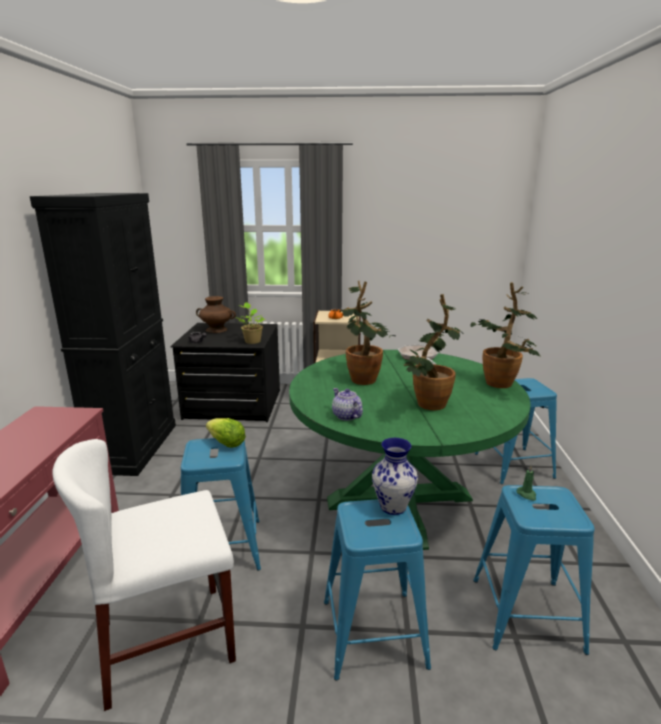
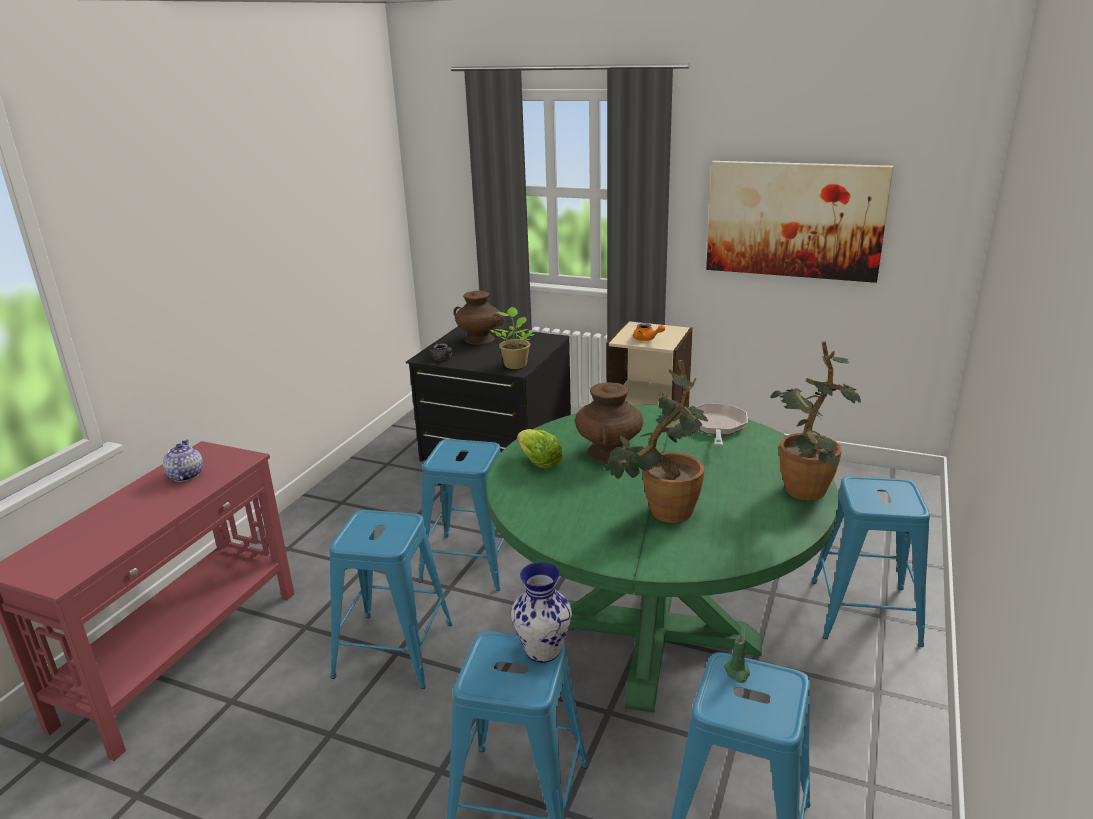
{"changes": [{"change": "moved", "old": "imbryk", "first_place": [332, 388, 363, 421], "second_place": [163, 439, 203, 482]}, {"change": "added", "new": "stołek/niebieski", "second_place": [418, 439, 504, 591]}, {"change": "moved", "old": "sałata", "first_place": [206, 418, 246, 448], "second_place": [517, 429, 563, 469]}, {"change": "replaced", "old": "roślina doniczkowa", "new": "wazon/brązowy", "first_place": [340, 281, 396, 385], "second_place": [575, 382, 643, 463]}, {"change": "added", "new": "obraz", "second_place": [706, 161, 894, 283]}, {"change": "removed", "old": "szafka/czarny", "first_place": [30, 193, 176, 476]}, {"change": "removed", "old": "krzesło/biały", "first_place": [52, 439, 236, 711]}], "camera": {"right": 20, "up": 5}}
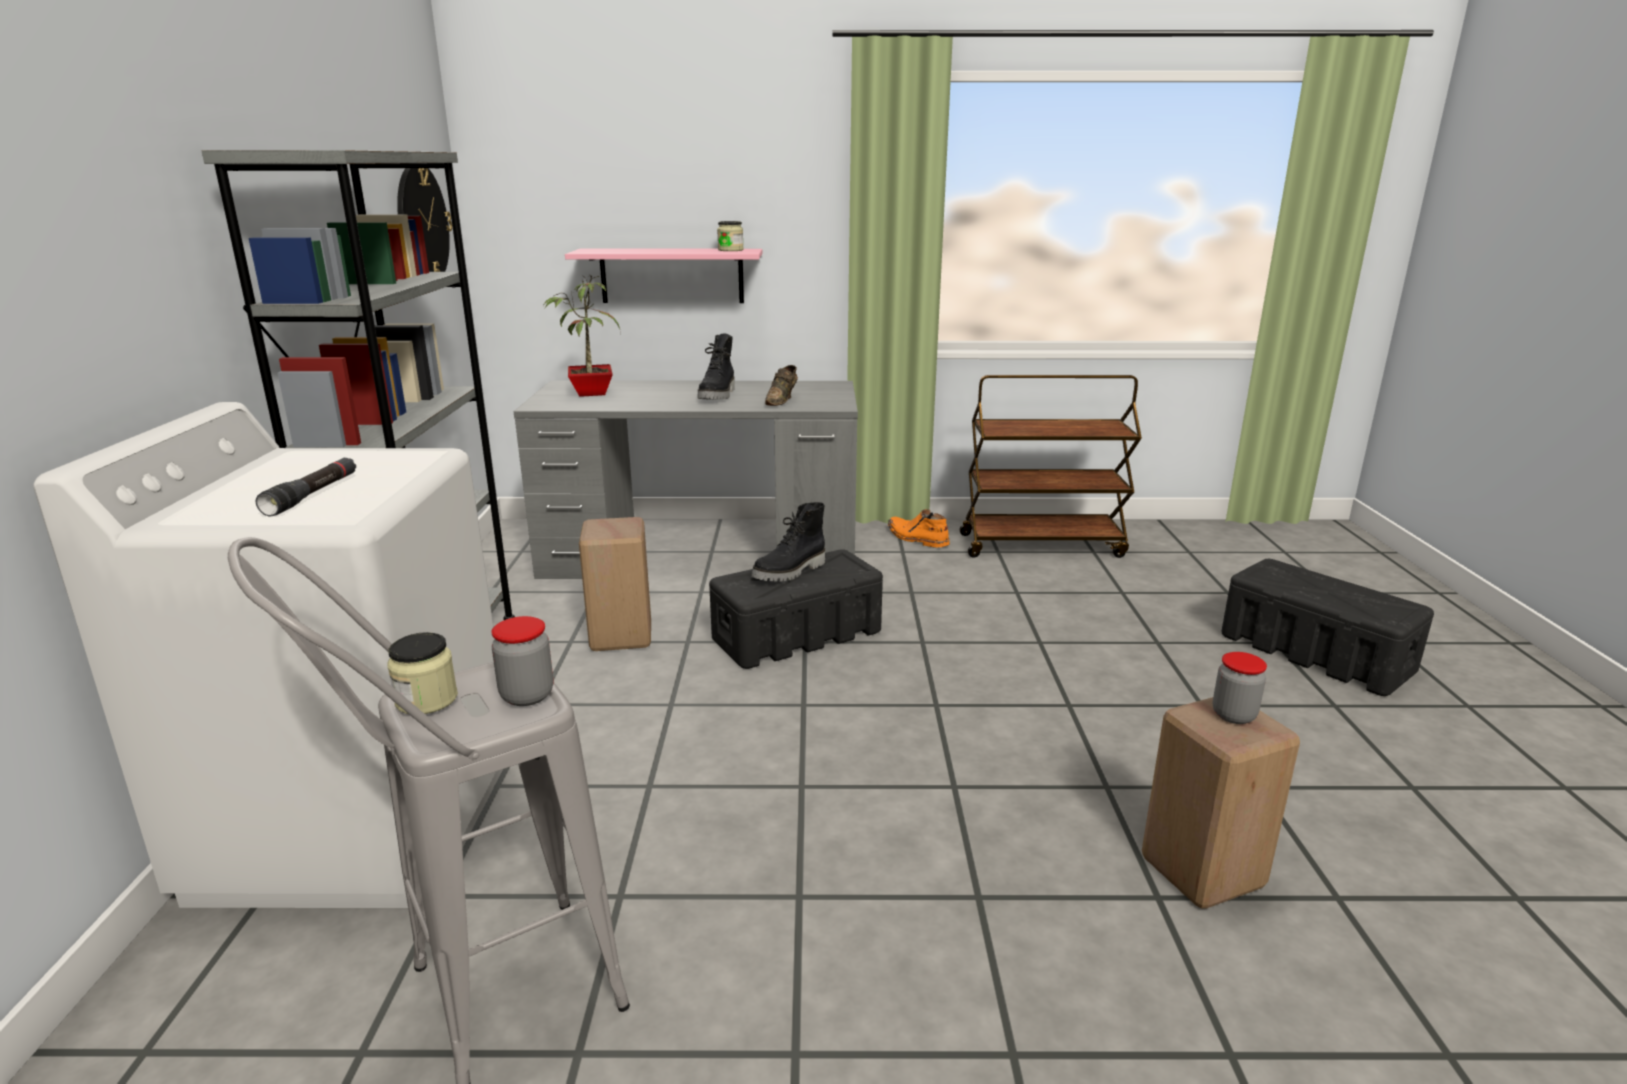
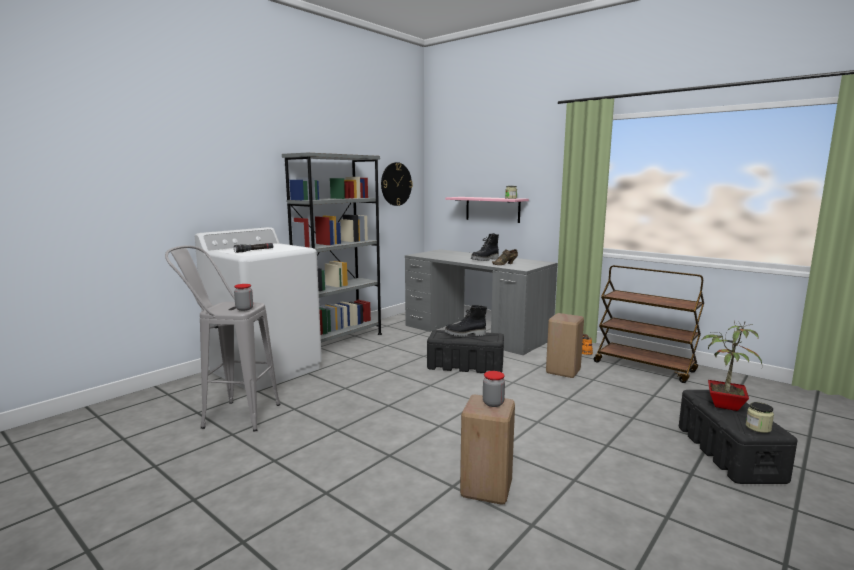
{"changes": [{"change": "moved", "old": "stołek/beżowy", "first_place": [579, 517, 651, 651], "second_place": [546, 313, 584, 378]}, {"change": "moved", "old": "roślina doniczkowa", "first_place": [543, 274, 620, 397], "second_place": [701, 321, 762, 411]}, {"change": "moved", "old": "słoik", "first_place": [387, 632, 458, 714], "second_place": [746, 402, 774, 433]}], "camera": {"right": 40, "up": -10}}
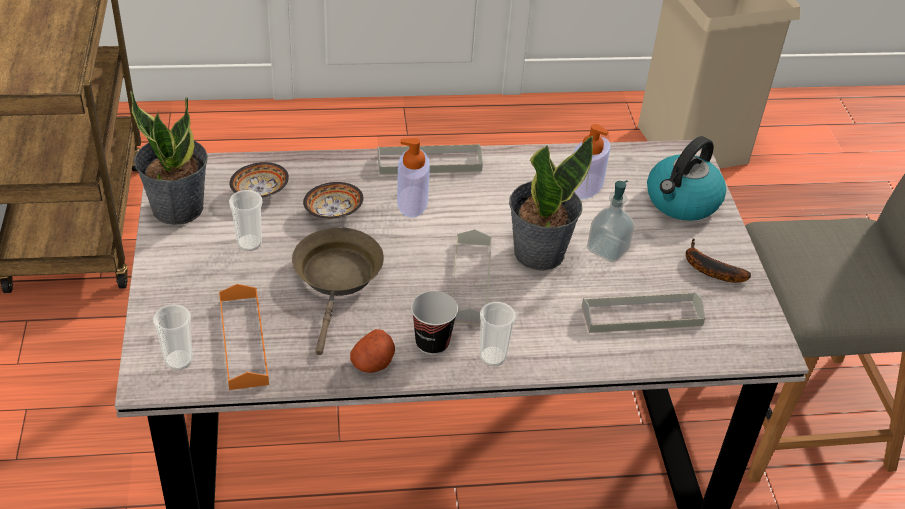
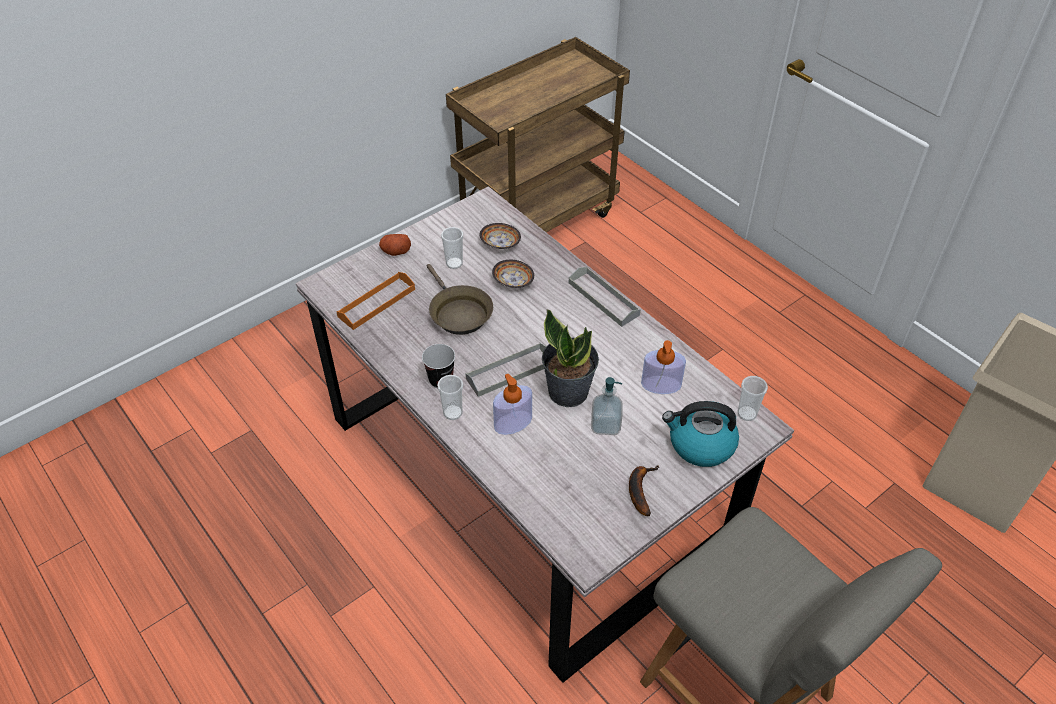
{"changes": [{"change": "moved", "old": "ziemniak", "first_place": [350, 329, 395, 373], "second_place": [379, 234, 411, 256]}, {"change": "turned", "old": "patelnia/brązowy", "first_place": [292, 227, 384, 355], "second_place": [427, 264, 493, 335], "degrees": 90}, {"change": "moved", "old": "dozownik mydła", "first_place": [397, 138, 430, 218], "second_place": [493, 374, 532, 435]}, {"change": "moved", "old": "filiżanka", "first_place": [153, 304, 193, 370], "second_place": [737, 376, 768, 421]}, {"change": "removed", "old": "roślina doniczkowa", "first_place": [130, 92, 208, 225]}, {"change": "removed", "old": "taca/szary", "first_place": [581, 292, 706, 333]}], "camera": {"right": 60, "up": 5}}
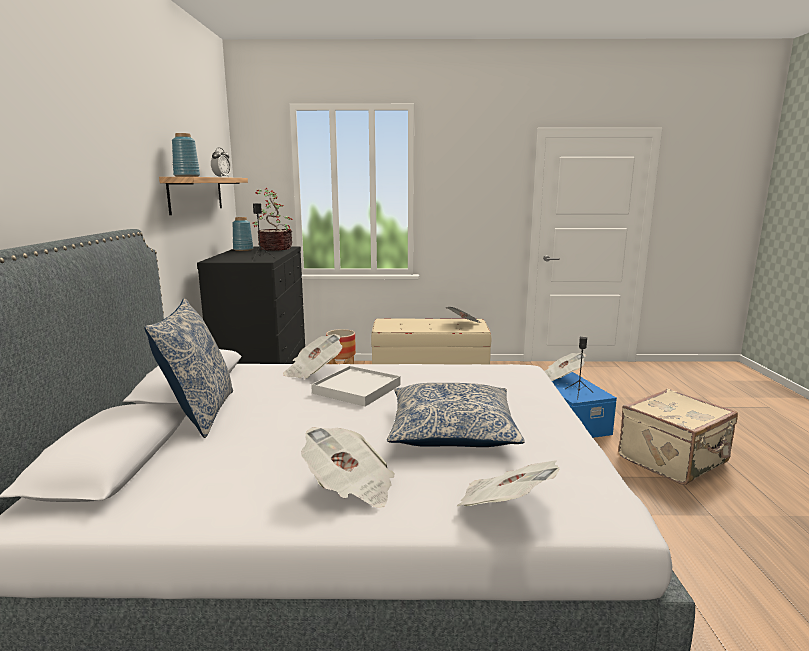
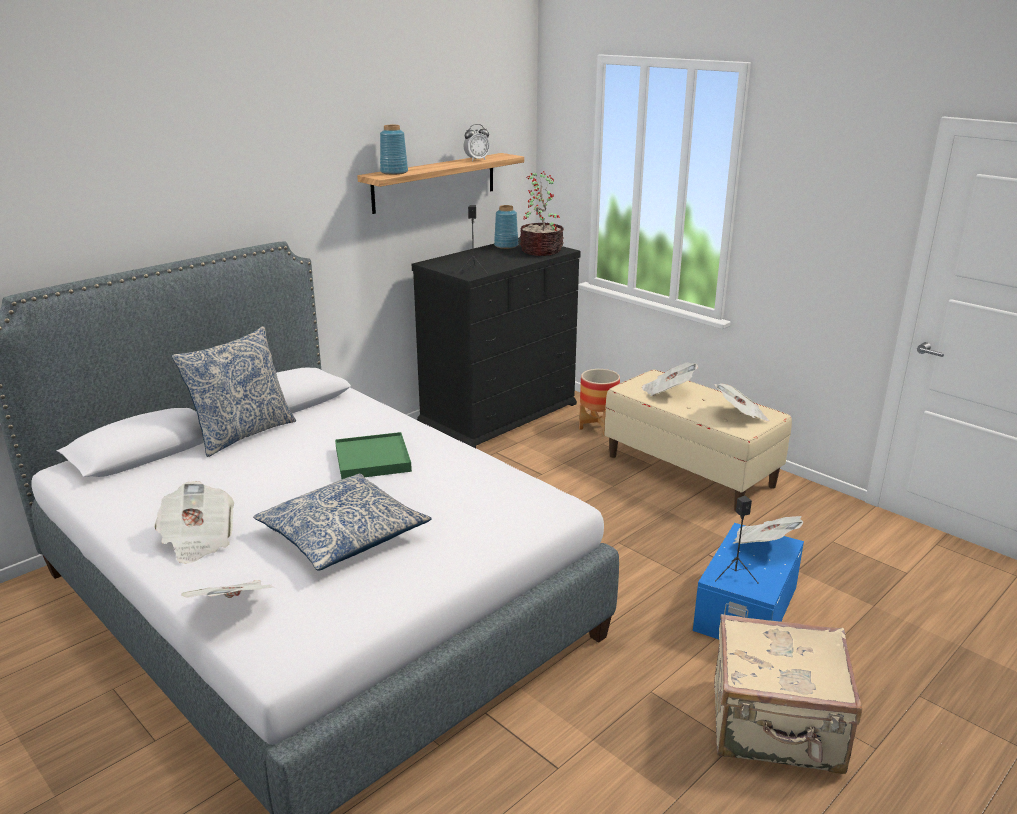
{"changes": [{"change": "recoloured", "old": "taca/biały", "new": "taca/zielony", "first_place": [311, 366, 400, 407], "second_place": [335, 432, 412, 480]}, {"change": "moved", "old": "gazeta", "first_place": [283, 334, 342, 379], "second_place": [641, 362, 698, 396]}], "camera": {"right": 45, "up": 10}}
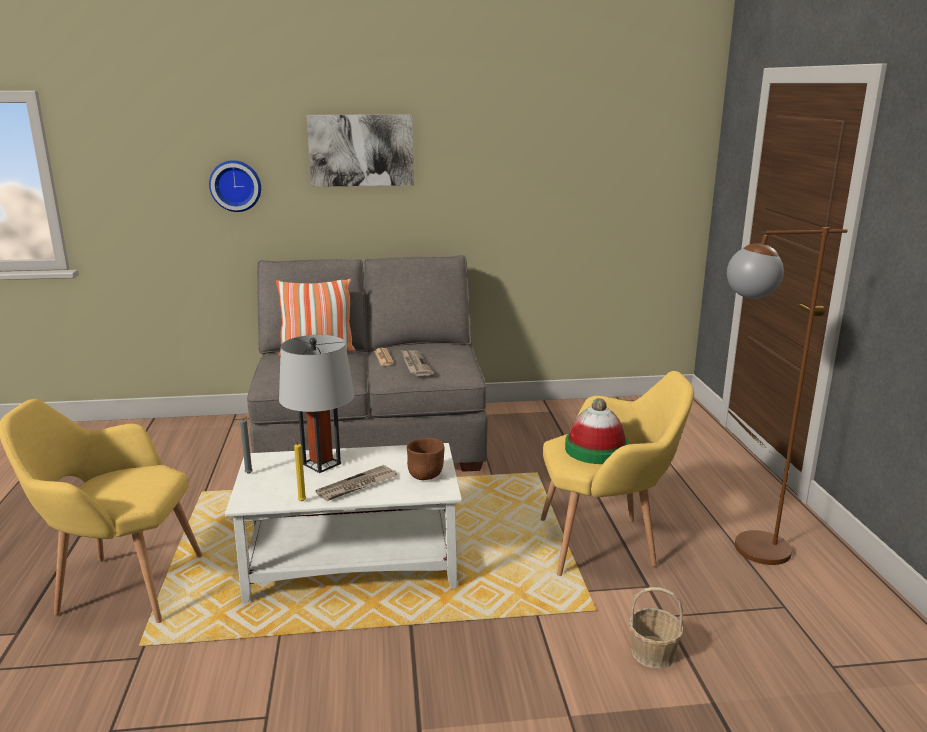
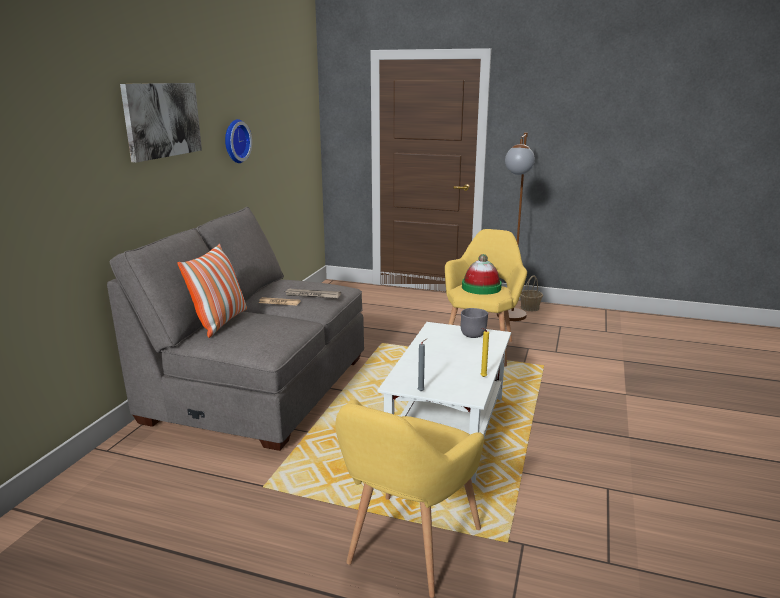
{"changes": [{"change": "moved", "old": "zegar ścienny", "first_place": [209, 160, 261, 212], "second_place": [225, 119, 252, 163]}, {"change": "recoloured", "old": "miska/brązowy", "new": "miska/szary", "first_place": [407, 438, 444, 480], "second_place": [461, 308, 488, 338]}, {"change": "moved", "old": "koszyk", "first_place": [629, 587, 684, 669], "second_place": [520, 275, 543, 311]}, {"change": "removed", "old": "lampa stołowa/szary", "first_place": [279, 335, 354, 473]}, {"change": "removed", "old": "gazeta", "first_place": [316, 465, 397, 501]}], "camera": {"right": -65, "up": 0}}
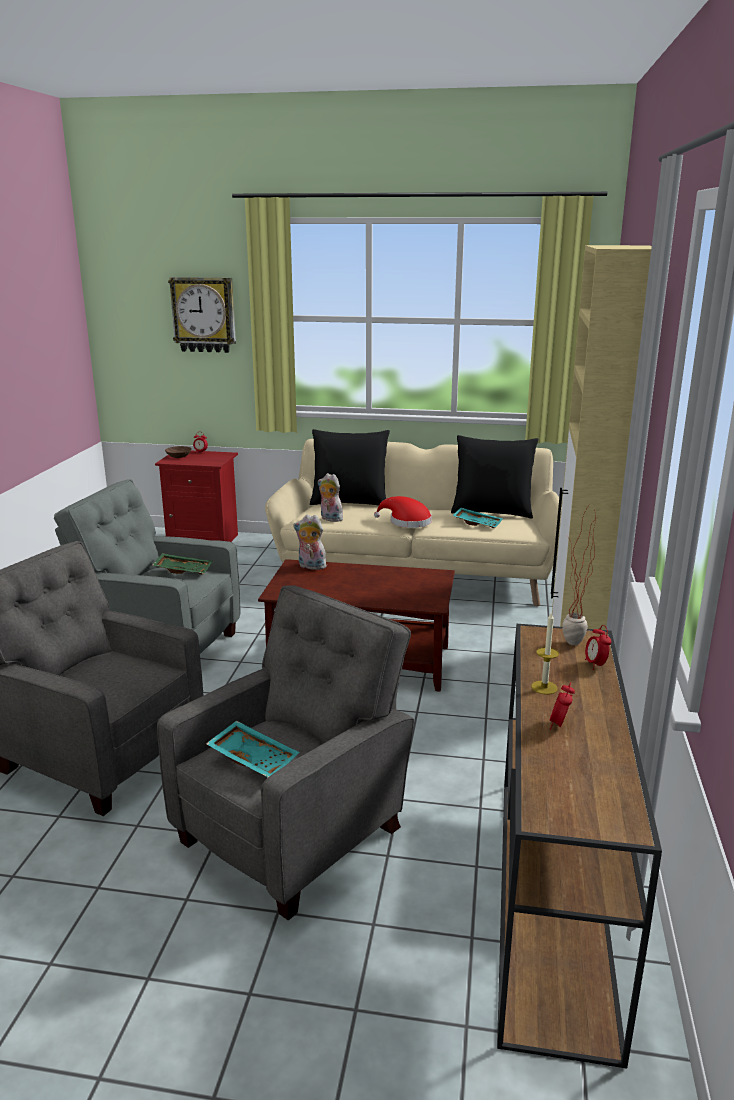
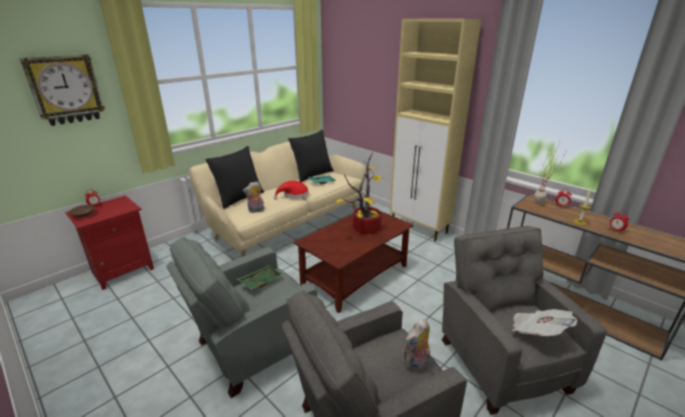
{"changes": [{"change": "added", "new": "roślina doniczkowa", "second_place": [336, 153, 385, 234]}, {"change": "moved", "old": "pluszak", "first_place": [293, 514, 327, 570], "second_place": [404, 319, 430, 372]}, {"change": "replaced", "old": "taca/turkusowy", "new": "gazeta", "first_place": [206, 721, 300, 777], "second_place": [512, 309, 577, 336]}], "camera": {"right": -55, "up": 5}}
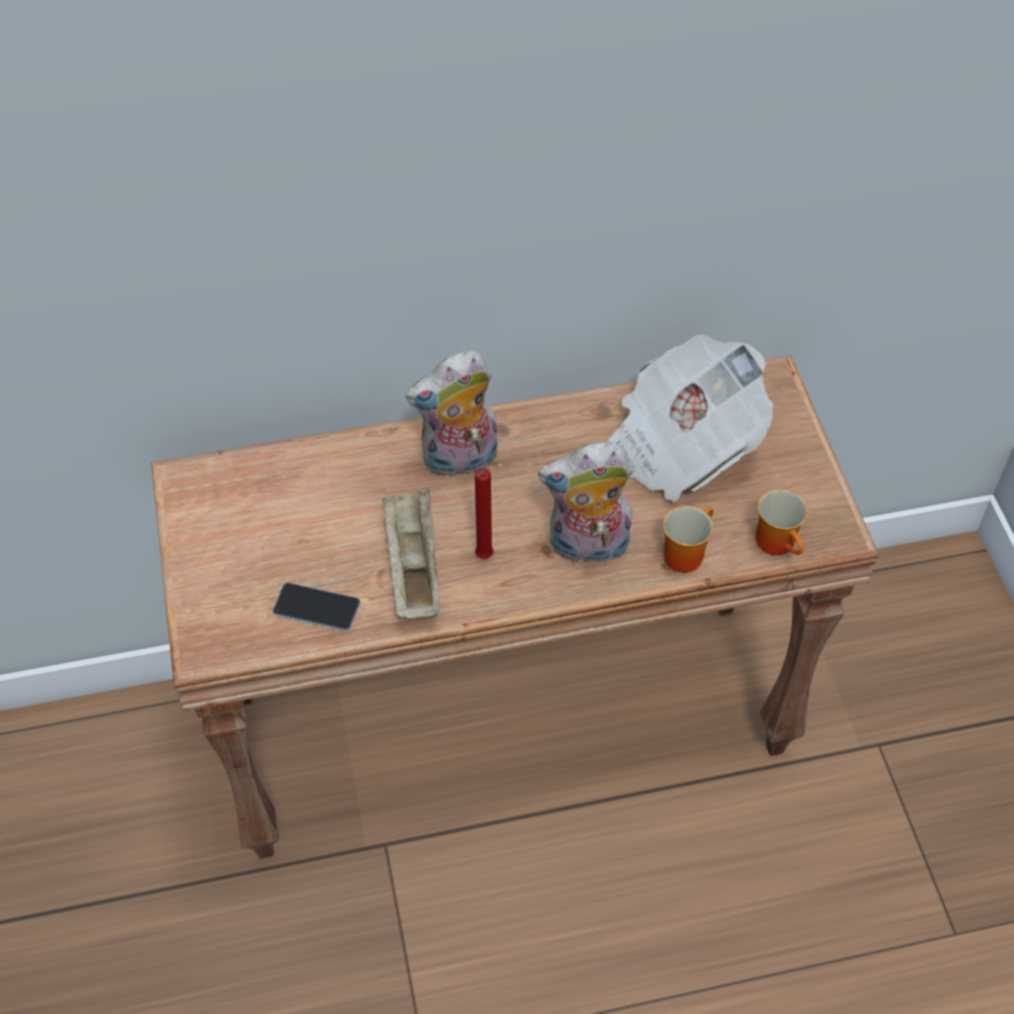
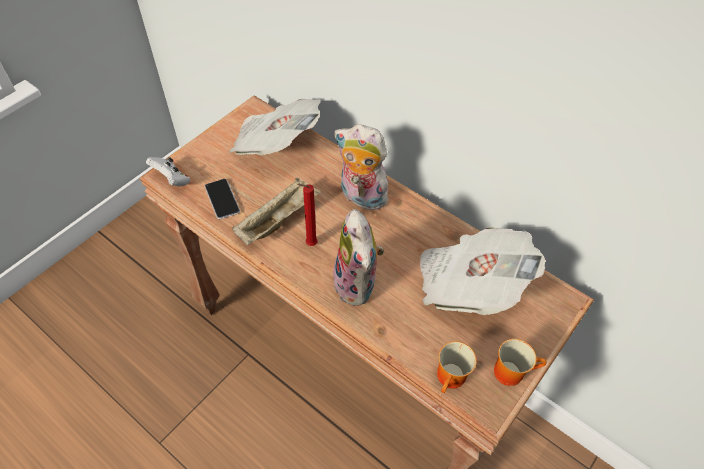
{"changes": [{"change": "added", "new": "pad do gier/biały", "second_place": [146, 157, 190, 187]}, {"change": "added", "new": "gazeta", "second_place": [229, 99, 321, 155]}, {"change": "turned", "old": "pluszak", "first_place": [538, 442, 633, 563], "second_place": [333, 209, 384, 306], "degrees": -150}, {"change": "moved", "old": "kubek", "first_place": [663, 506, 714, 573], "second_place": [494, 339, 547, 386]}], "camera": {"right": 50, "up": 0}}
